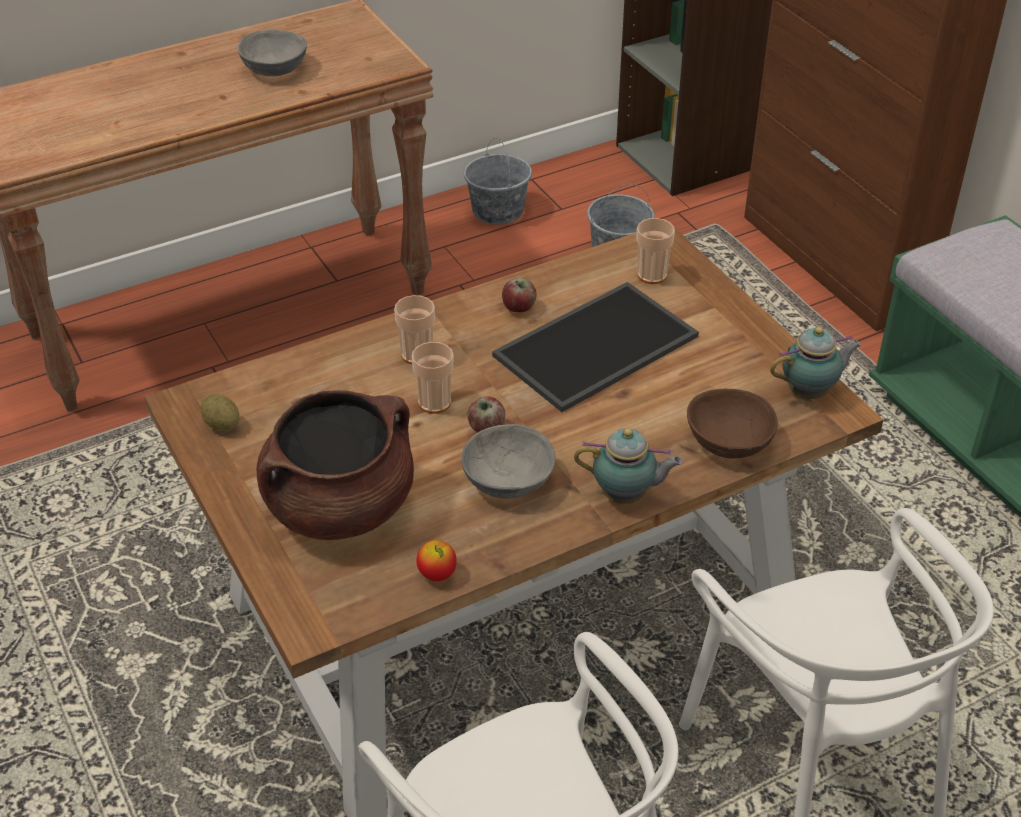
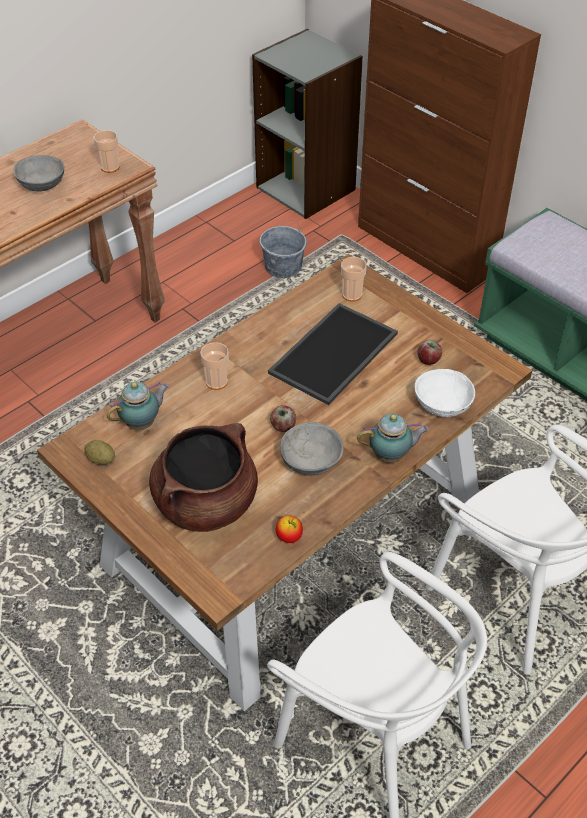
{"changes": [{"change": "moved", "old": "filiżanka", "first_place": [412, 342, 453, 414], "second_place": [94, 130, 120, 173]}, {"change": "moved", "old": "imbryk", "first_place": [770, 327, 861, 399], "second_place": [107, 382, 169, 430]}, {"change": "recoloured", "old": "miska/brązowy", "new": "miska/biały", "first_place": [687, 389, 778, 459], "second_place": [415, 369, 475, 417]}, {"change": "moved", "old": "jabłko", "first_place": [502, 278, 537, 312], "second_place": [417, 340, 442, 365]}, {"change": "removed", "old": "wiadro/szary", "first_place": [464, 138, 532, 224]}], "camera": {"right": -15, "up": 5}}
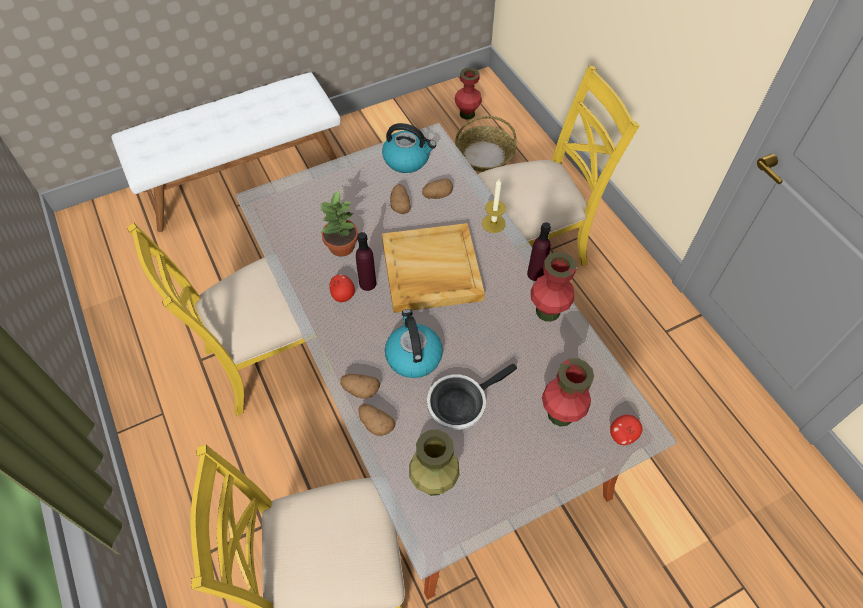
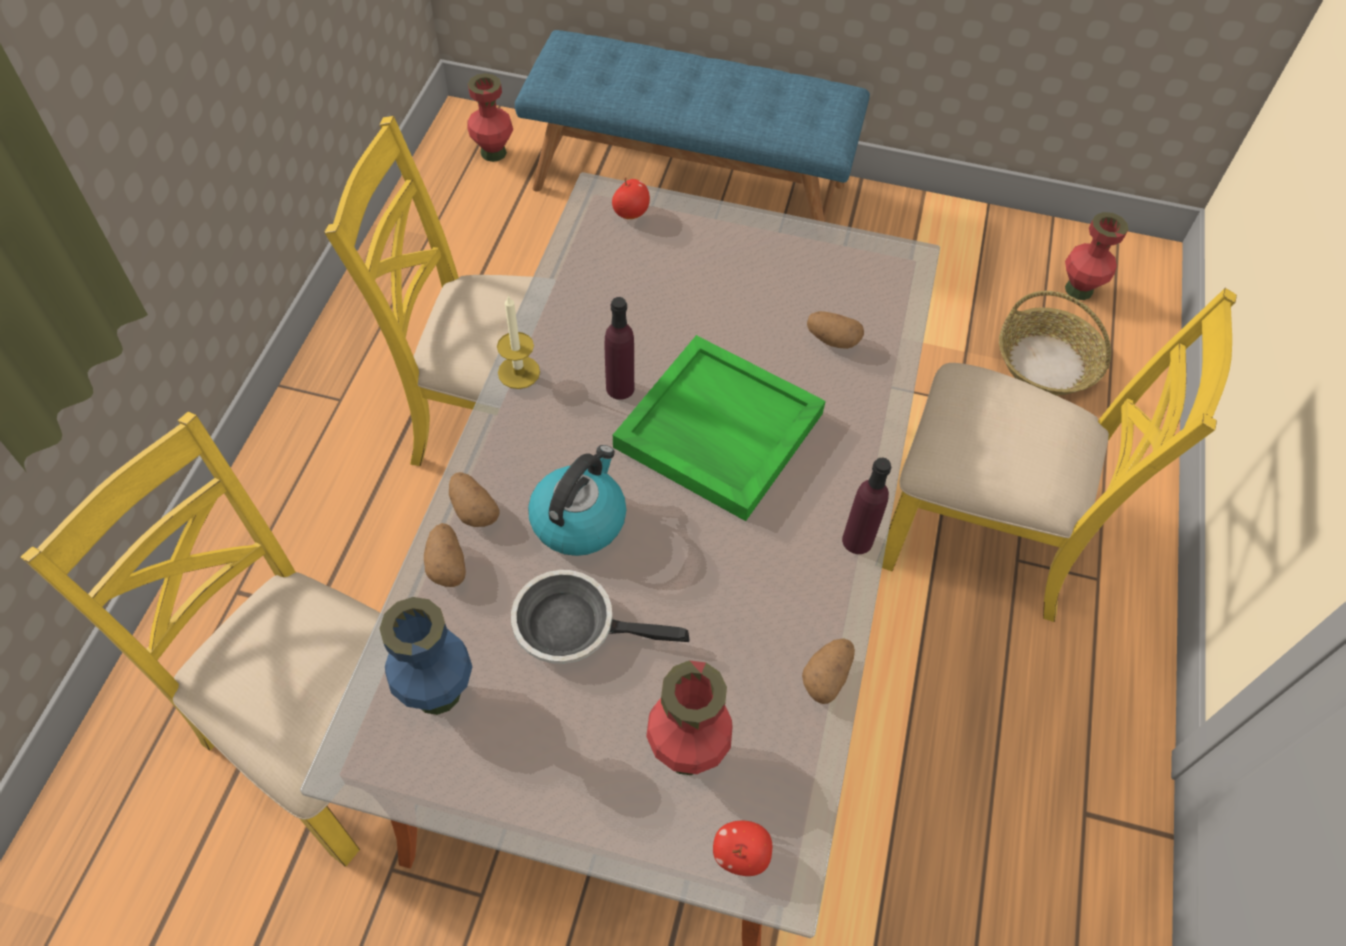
{"changes": [{"change": "recoloured", "old": "wazon/zielony", "new": "wazon/niebieski", "first_place": [409, 429, 460, 496], "second_place": [379, 597, 472, 715]}, {"change": "moved", "old": "wazon/czerwony", "first_place": [531, 252, 577, 322], "second_place": [468, 73, 513, 162]}, {"change": "moved", "old": "świeca", "first_place": [482, 179, 506, 233], "second_place": [497, 295, 540, 389]}, {"change": "recoloured", "old": "ławka/biały", "new": "ławka/niebieski", "first_place": [111, 72, 341, 232], "second_place": [515, 30, 870, 222]}, {"change": "moved", "old": "jabłko", "first_place": [330, 274, 355, 302], "second_place": [612, 177, 650, 219]}, {"change": "recoloured", "old": "taca/beżowy", "new": "taca/zielony", "first_place": [382, 223, 485, 313], "second_place": [613, 335, 826, 521]}, {"change": "moved", "old": "ziemniak", "first_place": [390, 184, 411, 214], "second_place": [802, 638, 855, 704]}, {"change": "removed", "old": "roślina doniczkowa", "first_place": [321, 190, 358, 257]}, {"change": "removed", "old": "czajnik", "first_place": [382, 123, 436, 173]}], "camera": {"right": 40, "up": 0}}
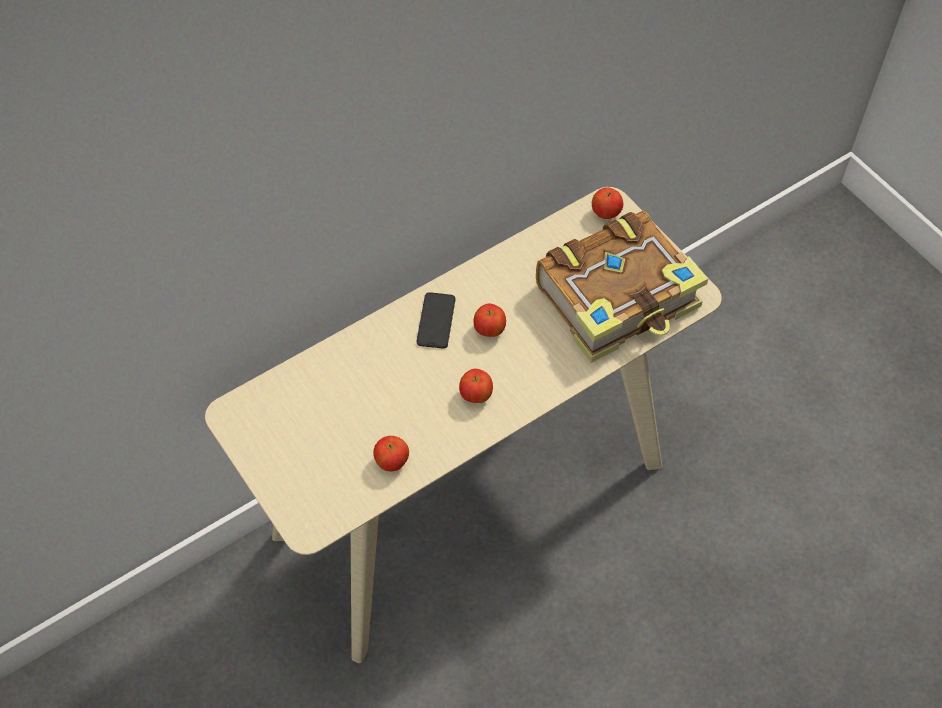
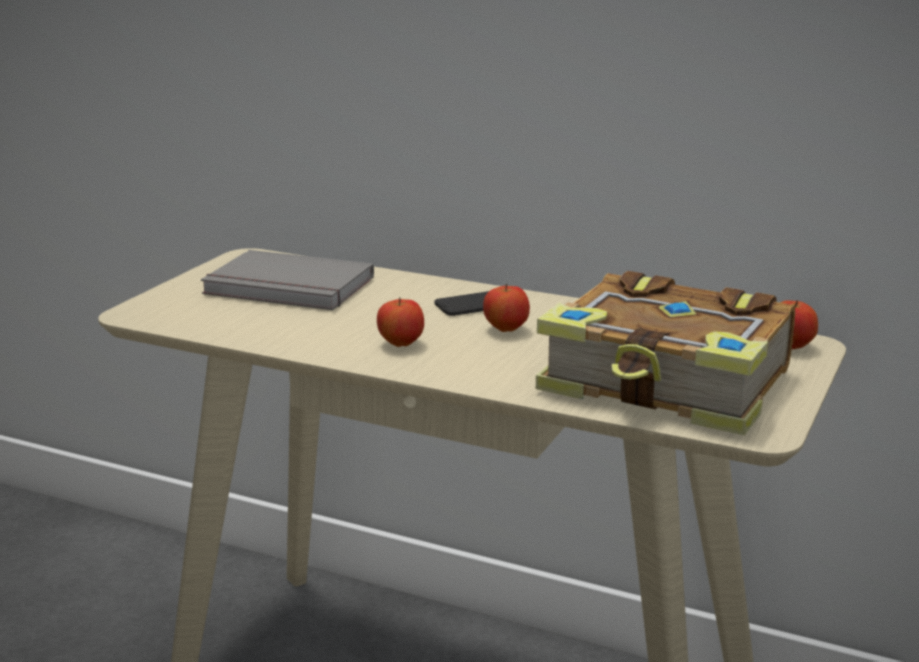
{"changes": [{"change": "added", "new": "książka/szary", "second_place": [201, 250, 374, 310]}, {"change": "removed", "old": "jabłko", "first_place": [373, 436, 409, 471]}], "camera": {"right": 60, "up": -35}}
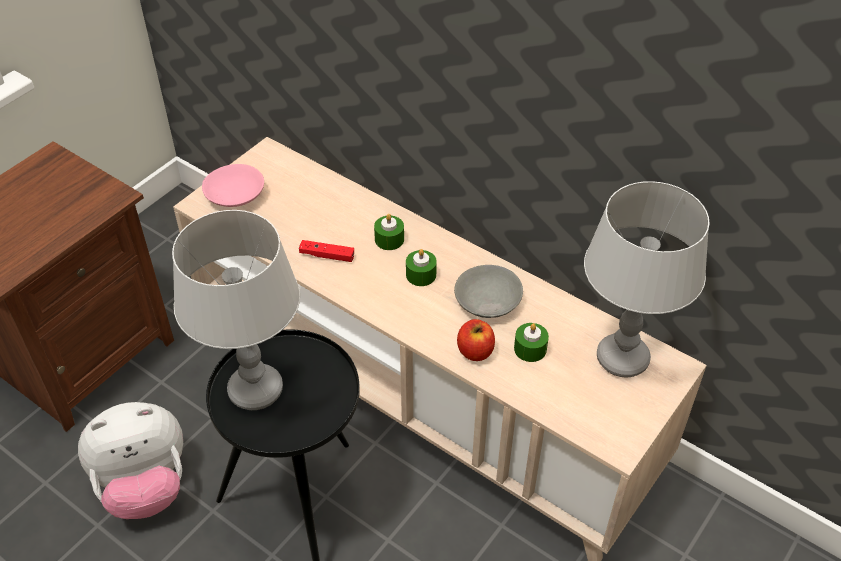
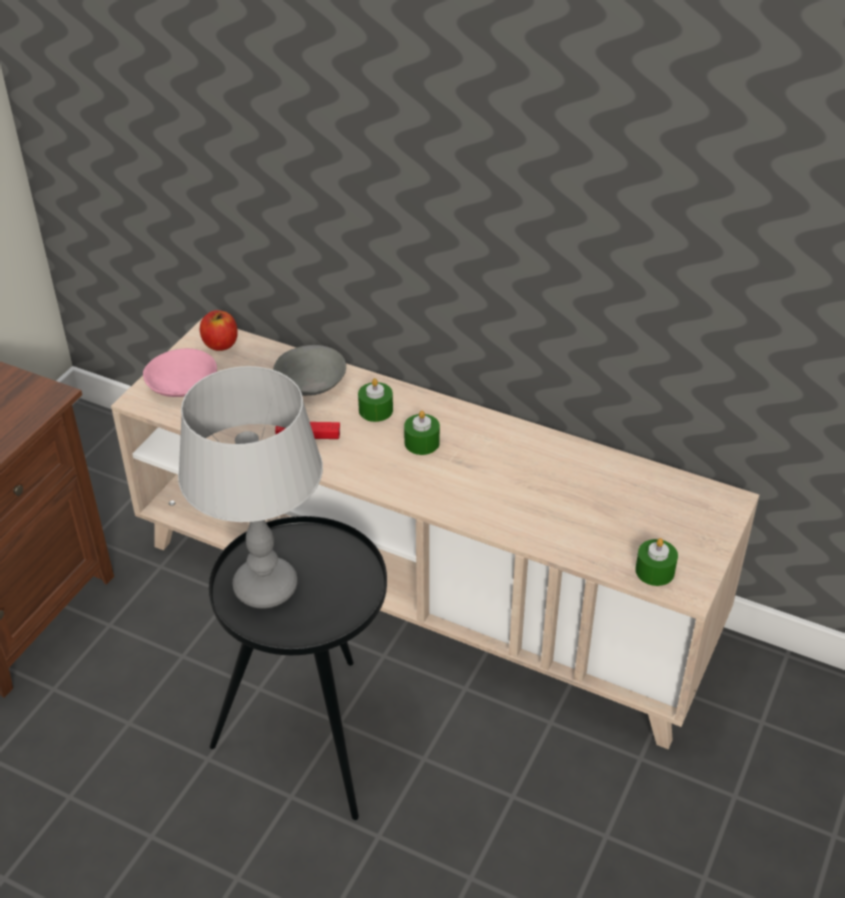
{"changes": [{"change": "moved", "old": "jabłko", "first_place": [457, 319, 495, 361], "second_place": [200, 310, 238, 351]}, {"change": "moved", "old": "miska/szary", "first_place": [454, 265, 523, 318], "second_place": [273, 345, 346, 396]}, {"change": "moved", "old": "świeca/zielony", "first_place": [514, 323, 549, 362], "second_place": [635, 538, 678, 586]}, {"change": "removed", "old": "pluszak", "first_place": [78, 402, 183, 519]}, {"change": "removed", "old": "lampa stołowa/szary", "first_place": [584, 181, 710, 377]}], "camera": {"right": -10, "up": -5}}
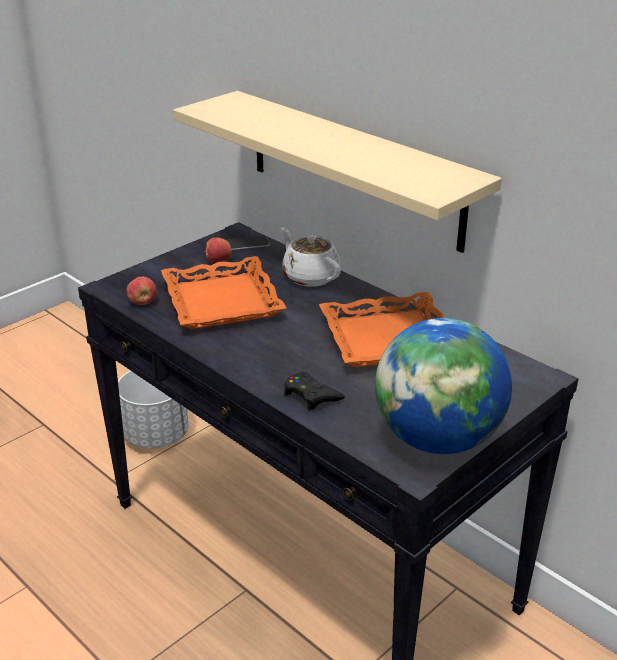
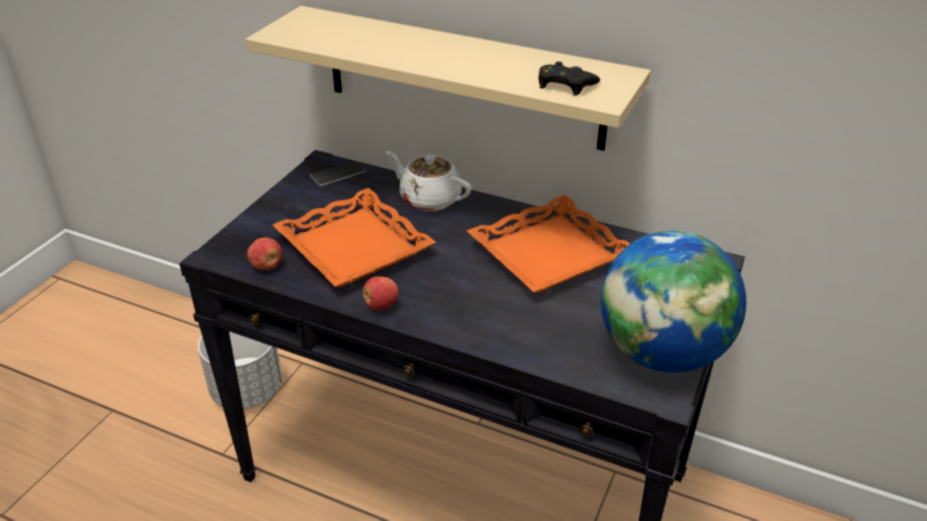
{"changes": [{"change": "moved", "old": "jabłko", "first_place": [205, 237, 231, 263], "second_place": [363, 276, 399, 310]}, {"change": "moved", "old": "pad do gier/czarny", "first_place": [284, 372, 345, 411], "second_place": [539, 62, 600, 96]}], "camera": {"right": -20, "up": 5}}
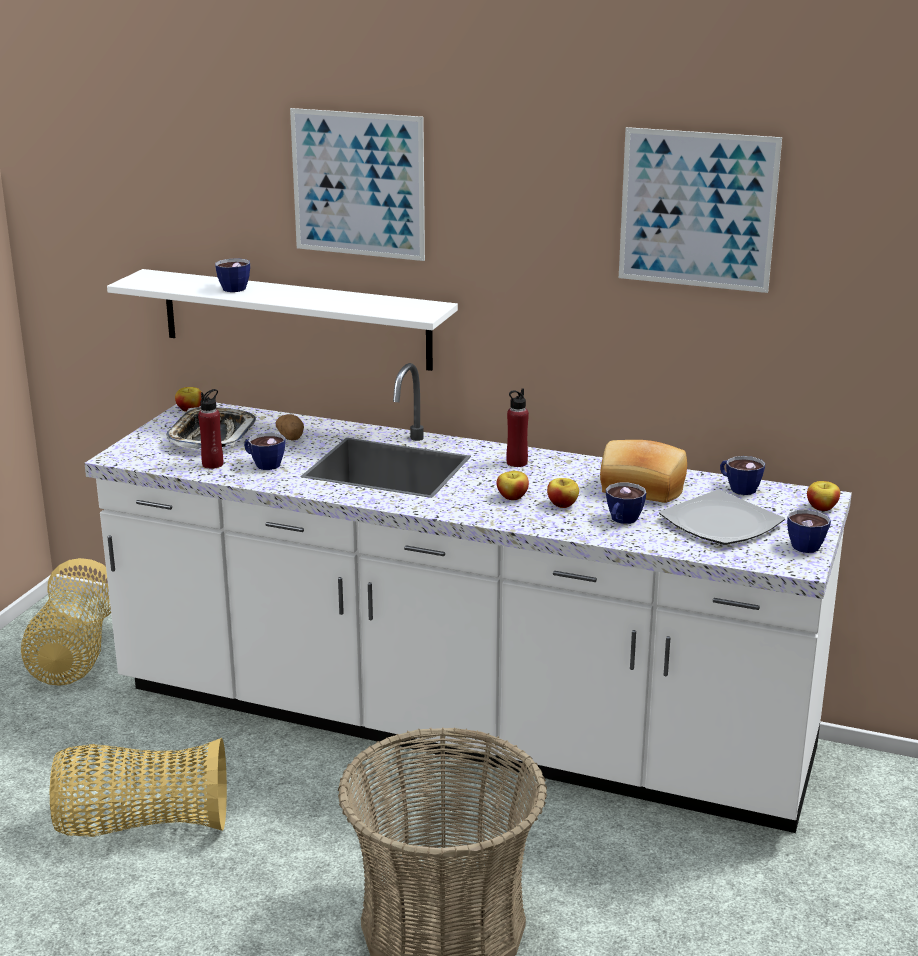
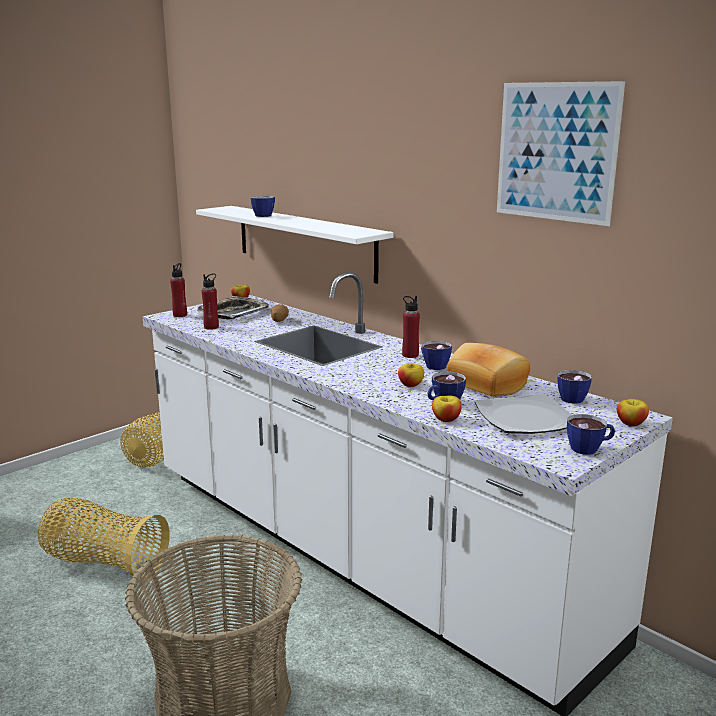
{"changes": [{"change": "added", "new": "butelka/czerwony", "second_place": [170, 263, 187, 317]}, {"change": "moved", "old": "filiżanka", "first_place": [244, 433, 285, 470], "second_place": [421, 341, 452, 370]}, {"change": "moved", "old": "jabłko", "first_place": [497, 471, 529, 500], "second_place": [432, 395, 462, 422]}, {"change": "removed", "old": "obraz", "first_place": [290, 108, 425, 261]}], "camera": {"right": 25, "up": -5}}
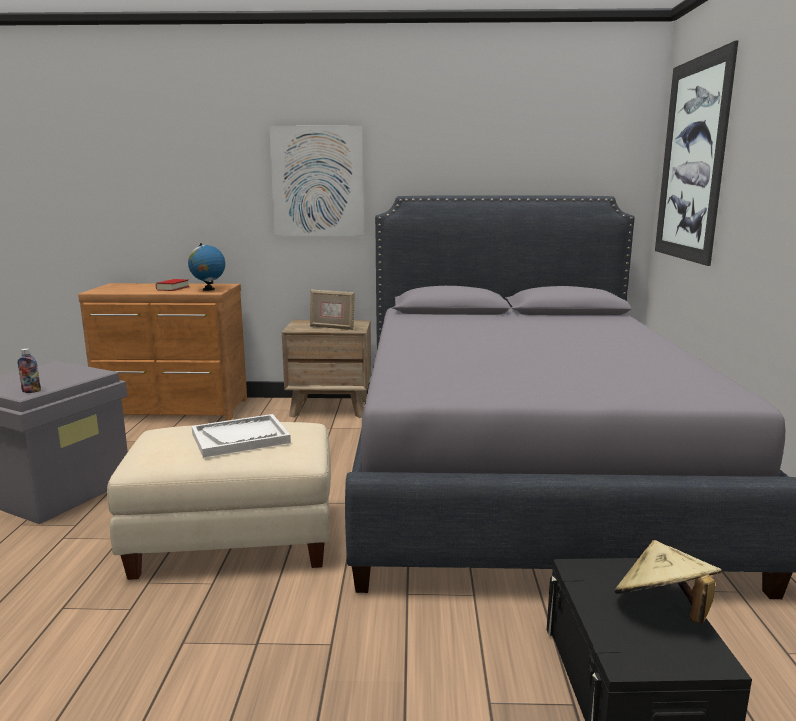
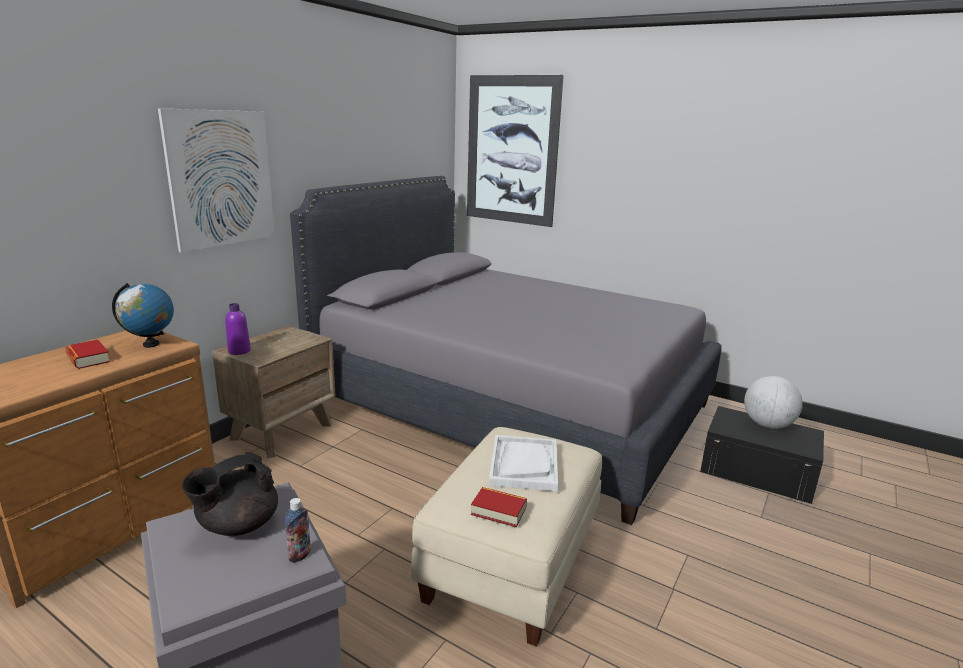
{"changes": [{"change": "added", "new": "imbryk/czarny", "second_place": [182, 452, 278, 536]}, {"change": "added", "new": "butelka/fioletowy", "second_place": [225, 303, 251, 355]}, {"change": "added", "new": "książka", "second_place": [471, 487, 527, 527]}, {"change": "replaced", "old": "kapelusz/beżowy", "new": "globus", "first_place": [614, 540, 722, 624], "second_place": [744, 376, 803, 429]}, {"change": "removed", "old": "ramka na zdjęcie", "first_place": [310, 289, 355, 330]}], "camera": {"right": -60, "up": 5}}
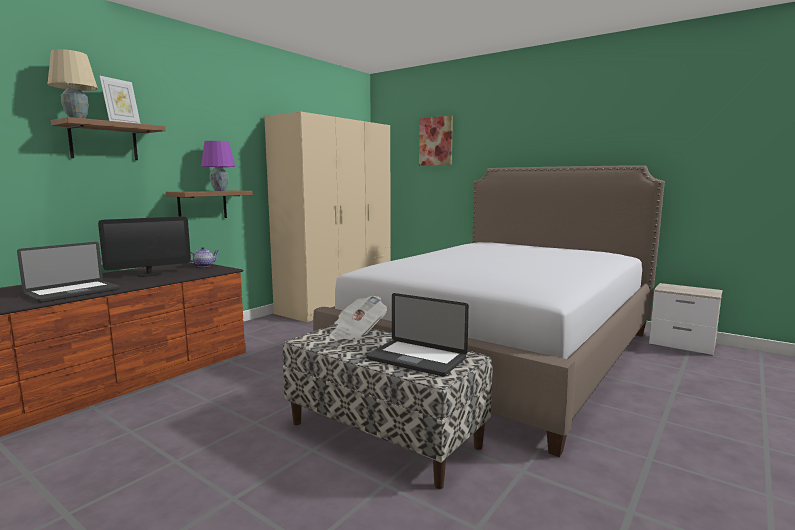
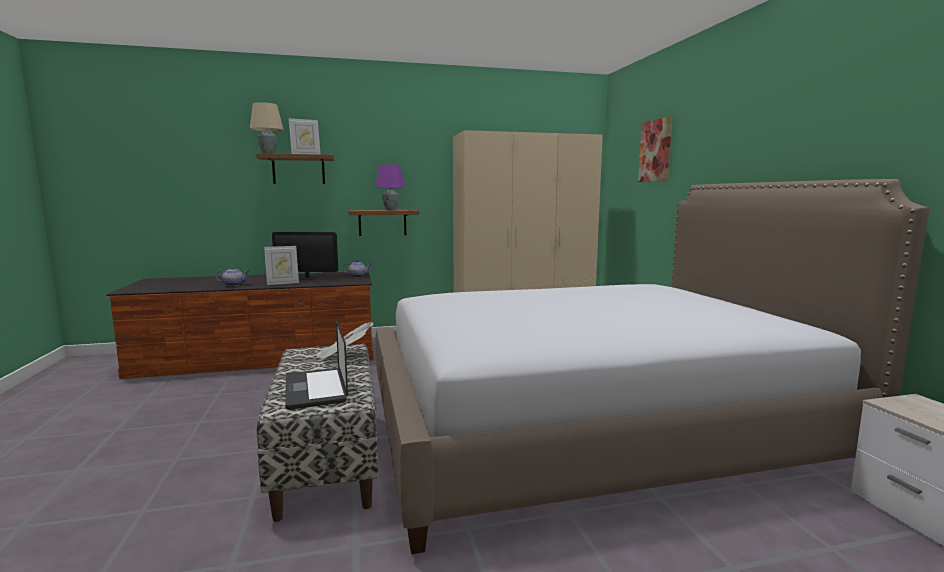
{"changes": [{"change": "replaced", "old": "laptop", "new": "imbryk", "first_place": [17, 242, 120, 303], "second_place": [215, 266, 249, 286]}, {"change": "added", "new": "ramka na zdjęcie", "second_place": [264, 246, 299, 285]}], "camera": {"right": 40, "up": 0}}
